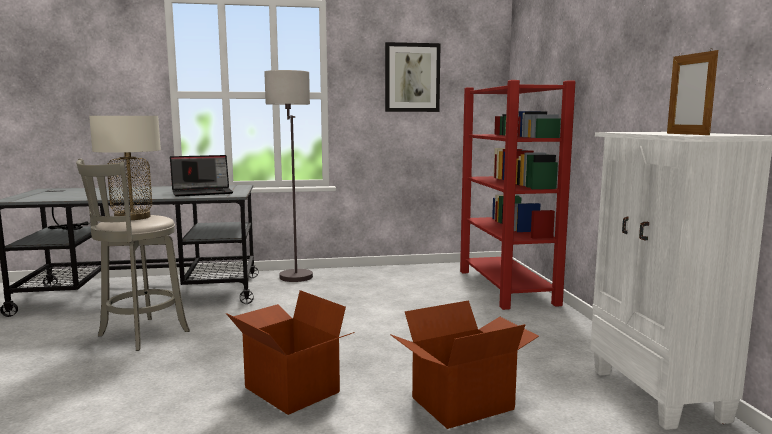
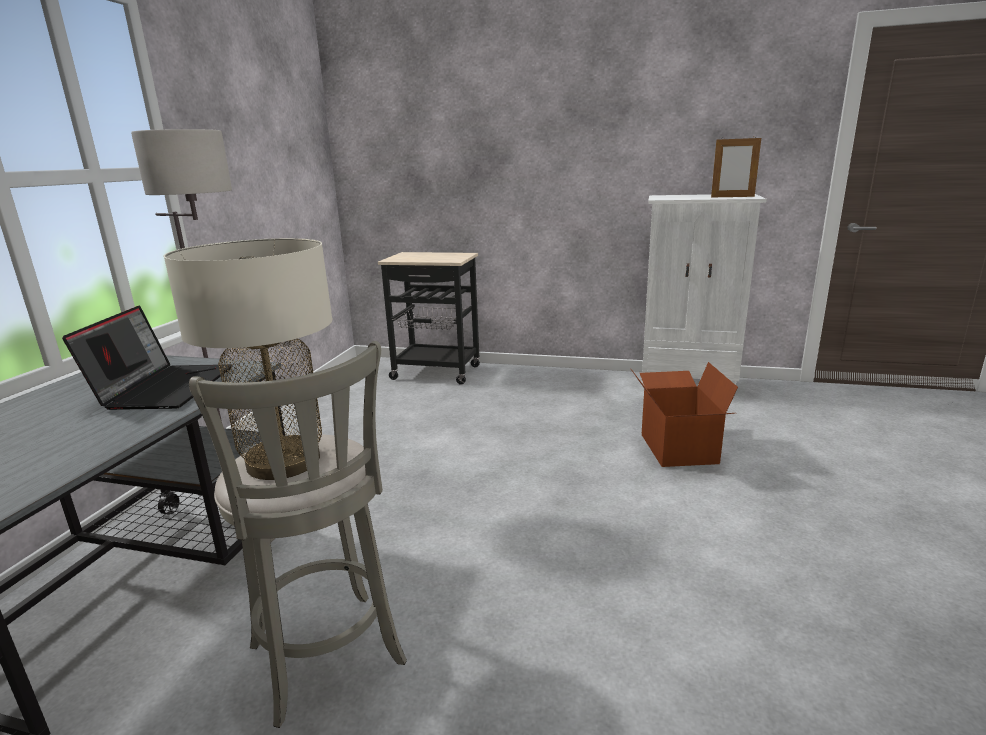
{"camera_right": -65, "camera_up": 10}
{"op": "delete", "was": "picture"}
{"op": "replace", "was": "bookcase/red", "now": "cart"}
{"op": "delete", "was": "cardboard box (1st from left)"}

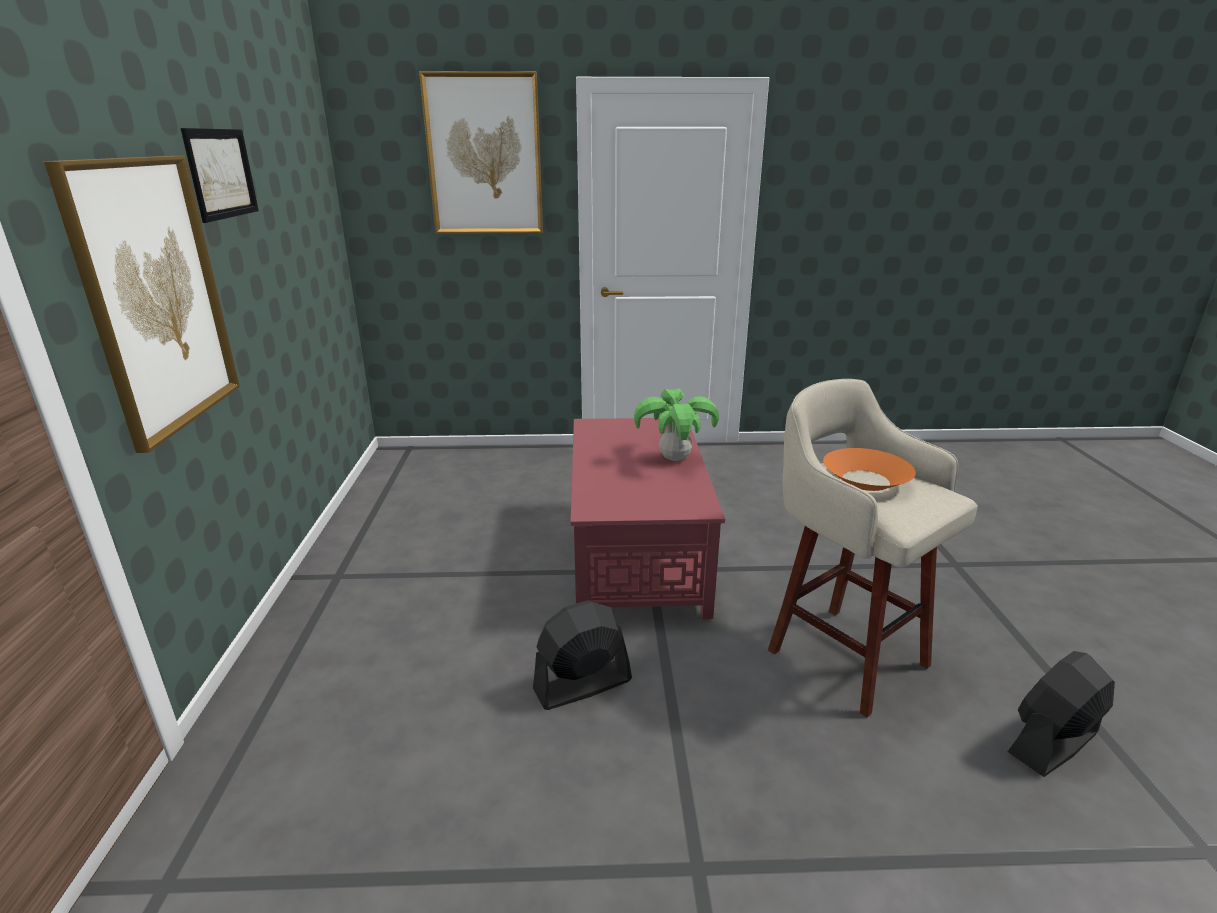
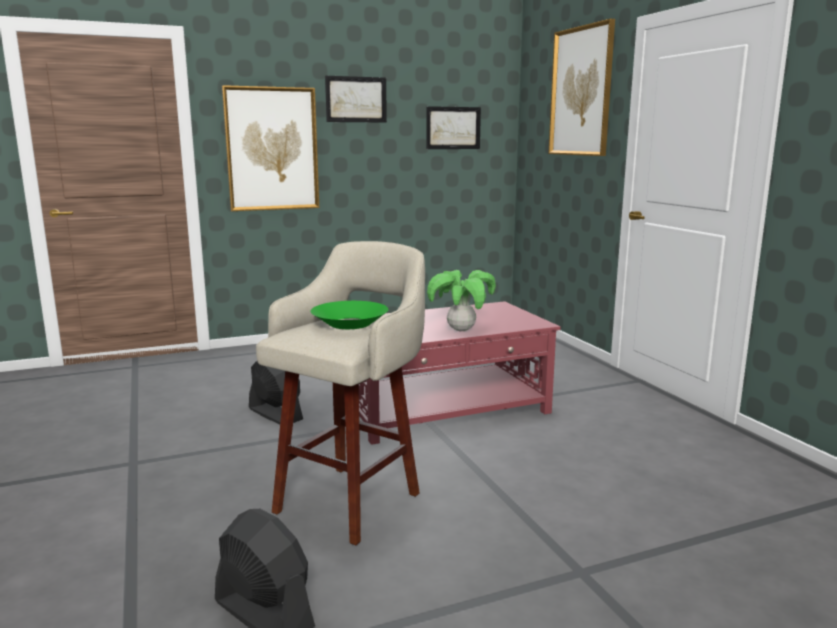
{"camera_right": 70, "camera_up": -10}
{"op": "recolor", "was": "bowl/orange", "now": "bowl/green"}
{"op": "insert", "now": "picture (3rd from left)"}

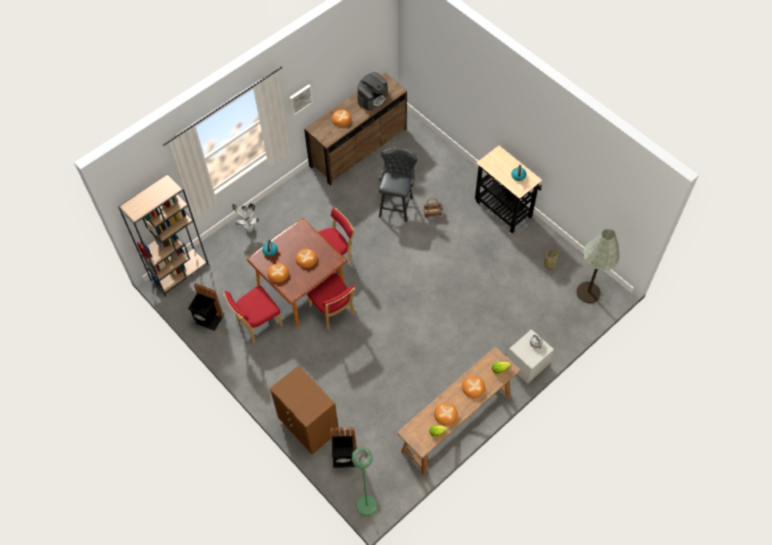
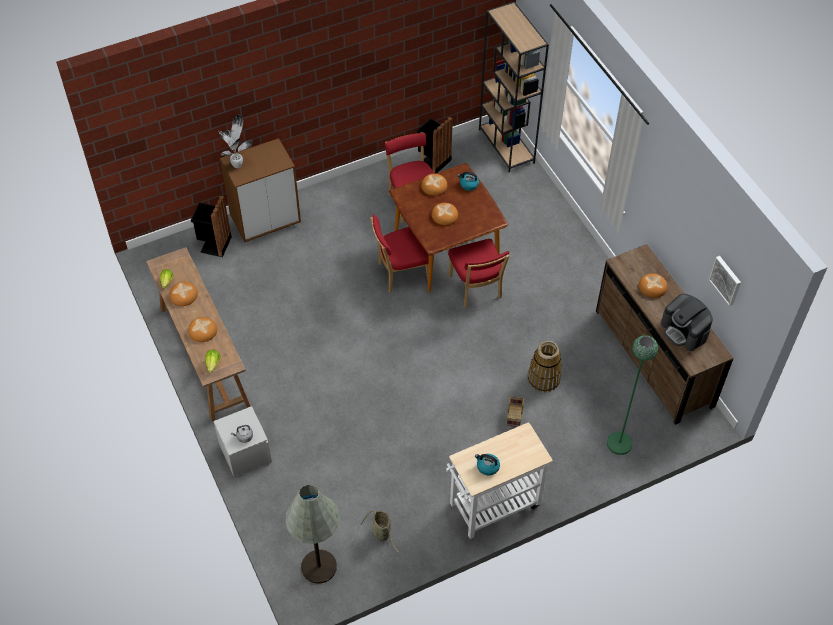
{"camera_right": 105, "camera_up": -5}
{"op": "move", "was": "picture"}
{"op": "recolor", "was": "cart/black", "now": "cart/white"}
{"op": "replace", "was": "stool/grey", "now": "basket (3rd from left)"}
{"op": "move", "was": "potted plant"}
{"op": "move", "was": "floor lamp/green"}

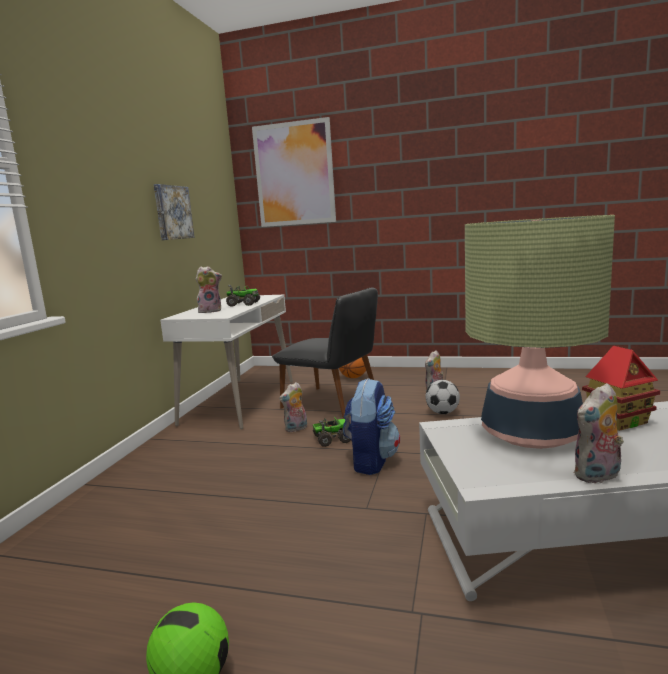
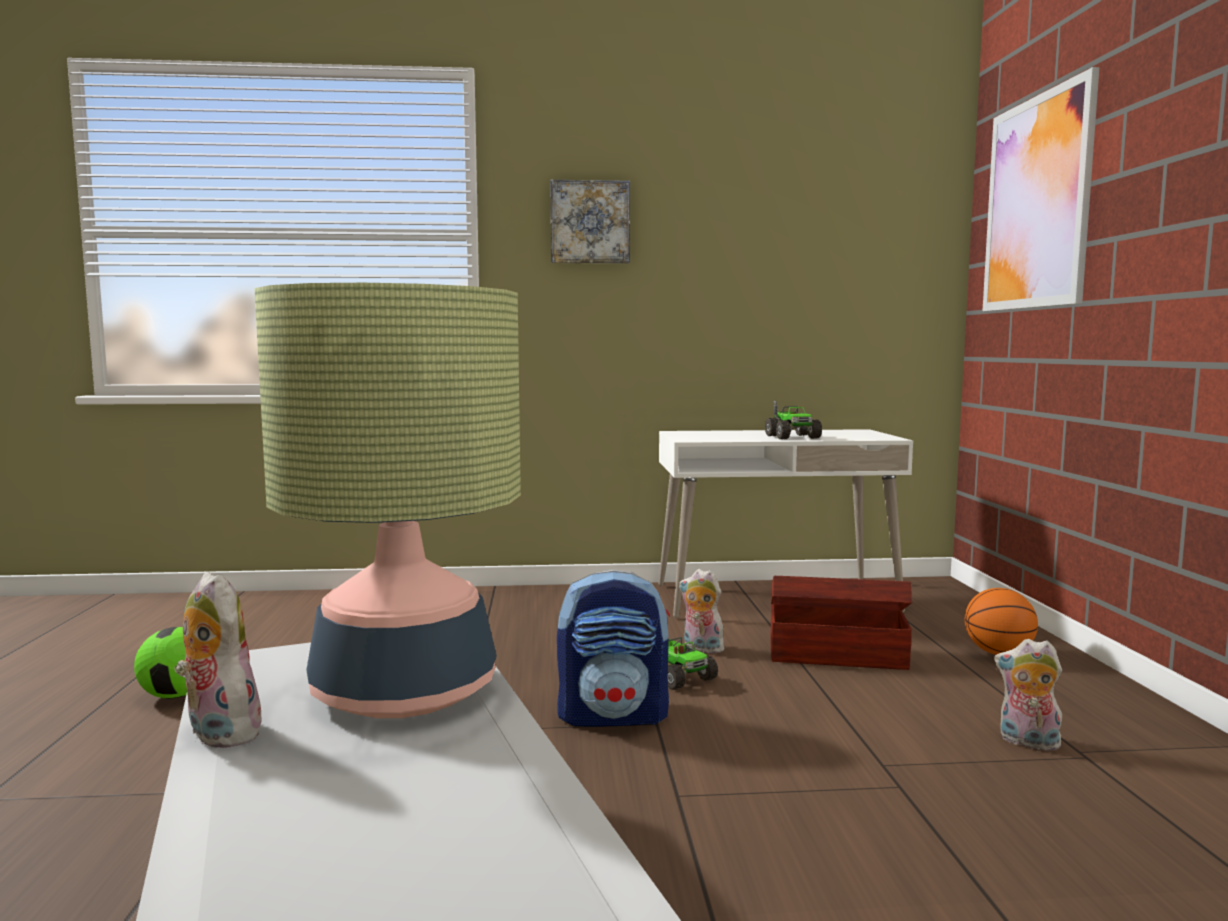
{"camera_right": 70, "camera_up": -5}
{"op": "move", "was": "picture (1st from left)"}
{"op": "delete", "was": "plush toy (1st from left)"}
{"op": "replace", "was": "chair/black", "now": "storage box/brown"}
{"op": "delete", "was": "toy house"}
{"op": "delete", "was": "football (2nd from left)"}

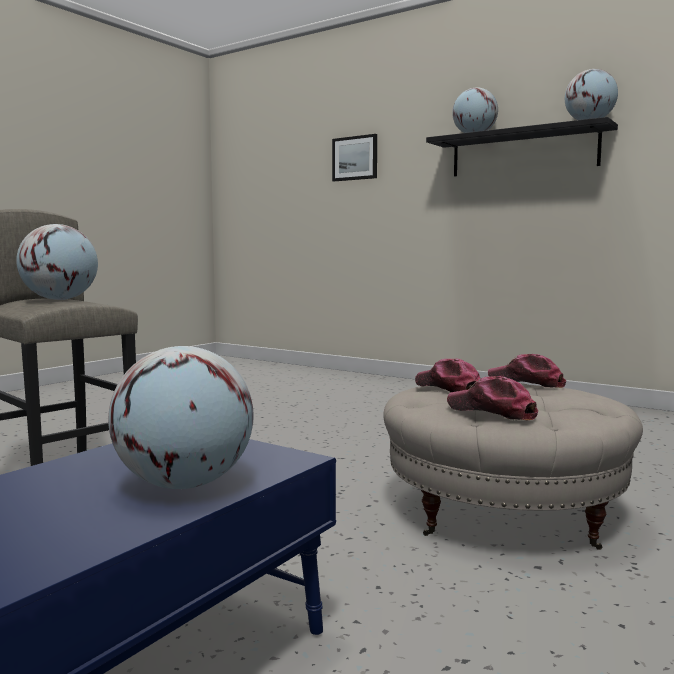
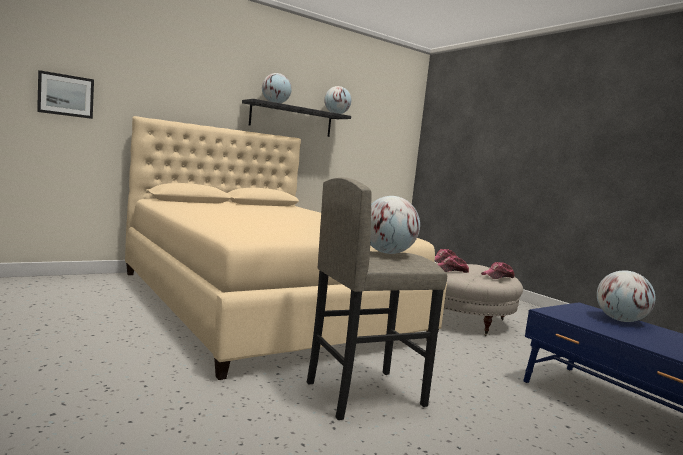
{"camera_right": -70, "camera_up": 0}
{"op": "move", "was": "picture"}
{"op": "insert", "now": "bed/beige"}

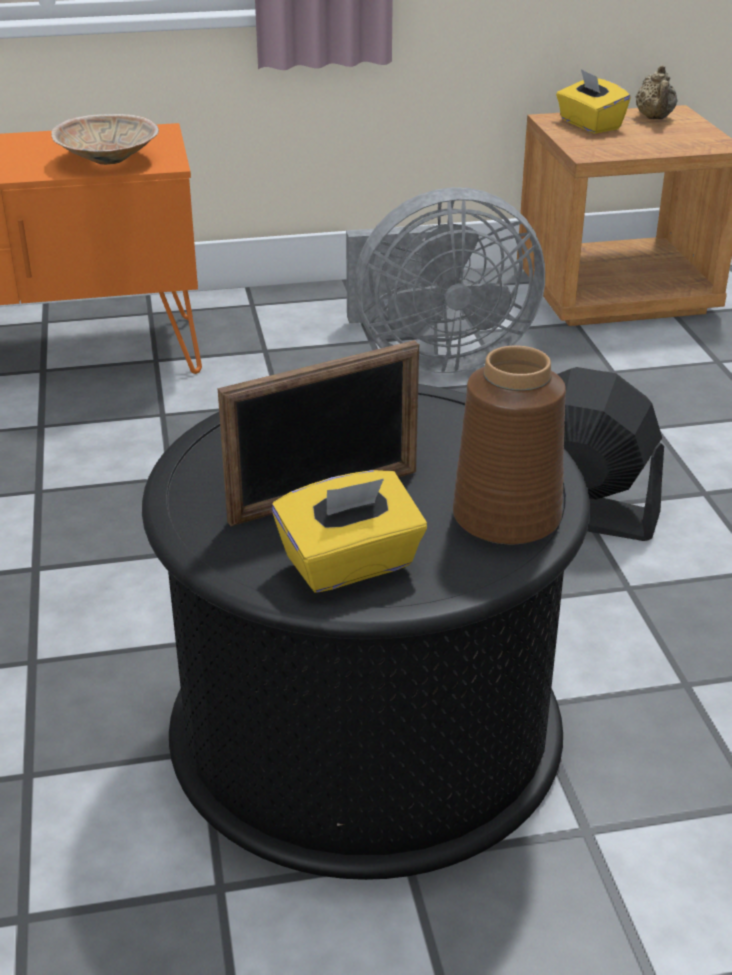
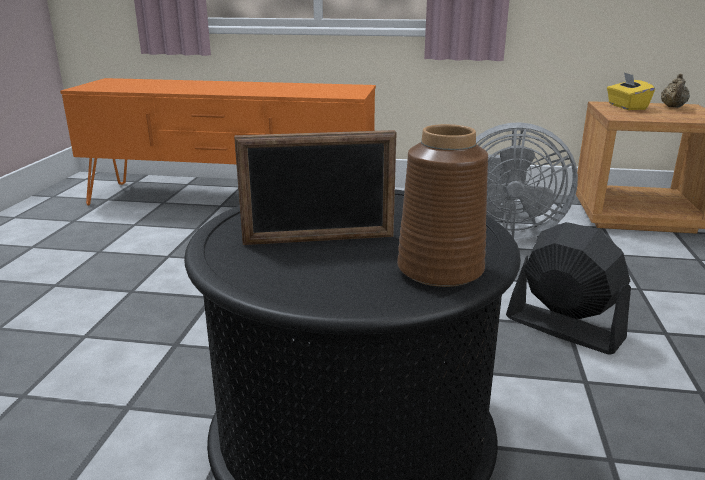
{"camera_right": 20, "camera_up": -10}
{"op": "delete", "was": "bowl/beige"}
{"op": "delete", "was": "tissue box/yellow (1st from left)"}

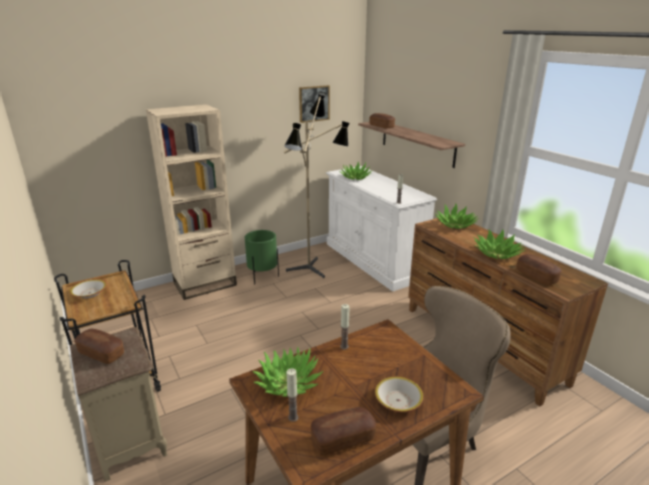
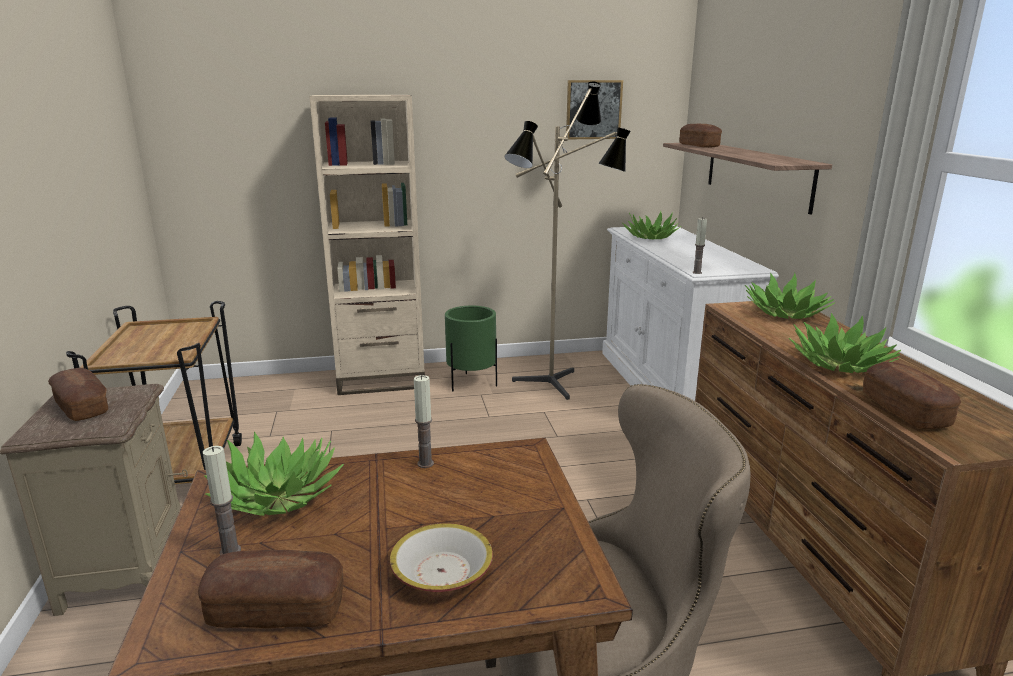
{"camera_right": 20, "camera_up": -5}
{"op": "delete", "was": "bowl (1st from left)"}

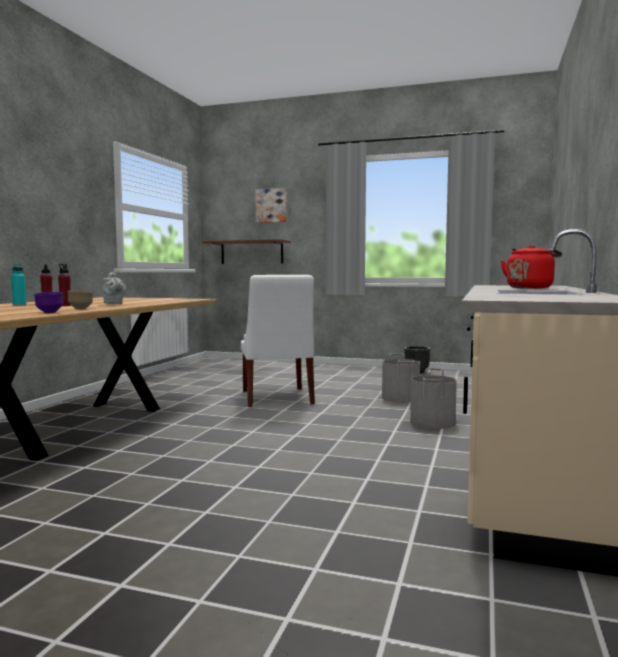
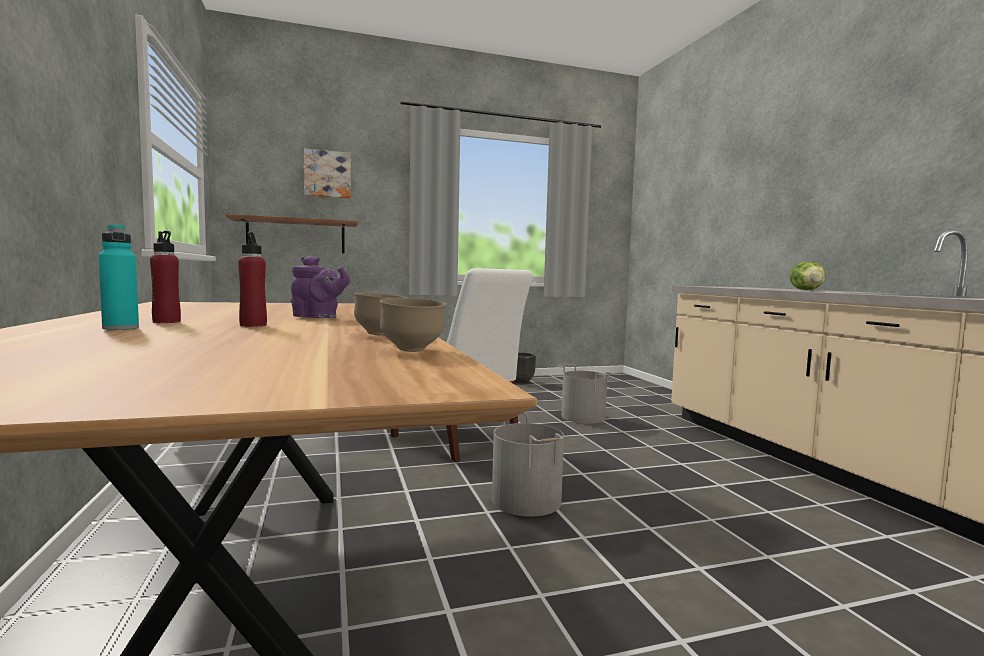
{"camera_right": -35, "camera_up": 0}
{"op": "replace", "was": "kettle/red", "now": "lettuce"}
{"op": "recolor", "was": "teapot/grey", "now": "teapot/purple"}
{"op": "recolor", "was": "bowl/purple", "now": "bowl/brown (2nd from left)"}
{"op": "move", "was": "bucket/grey (2nd from left in the first image)", "now": "bucket/grey (1st from left)"}

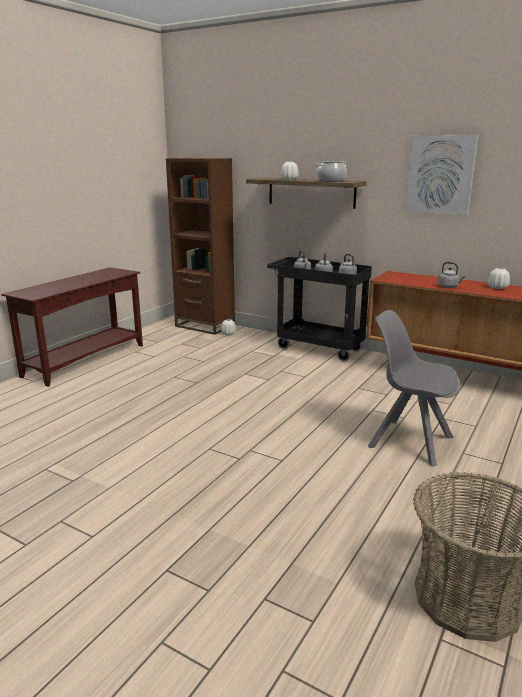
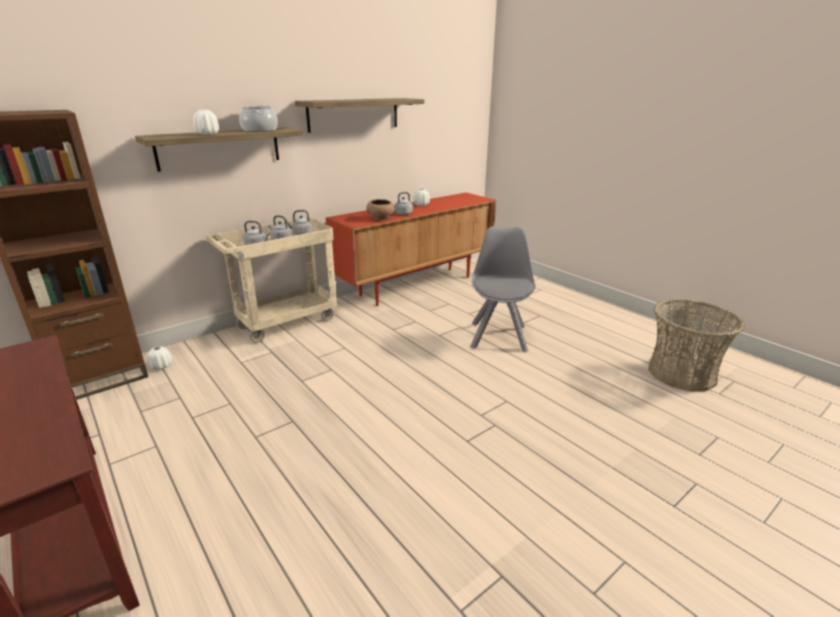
{"camera_right": -70, "camera_up": 5}
{"op": "replace", "was": "picture", "now": "shelf (2nd from left)"}
{"op": "recolor", "was": "cart/black", "now": "cart/beige"}
{"op": "rotate", "was": "chair/grey", "clockwise": 135}
{"op": "insert", "now": "bowl/brown"}

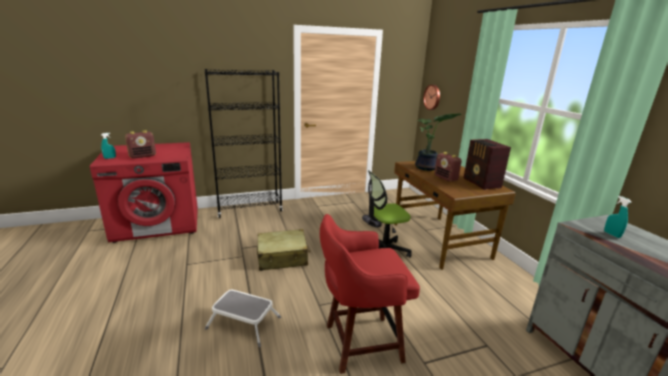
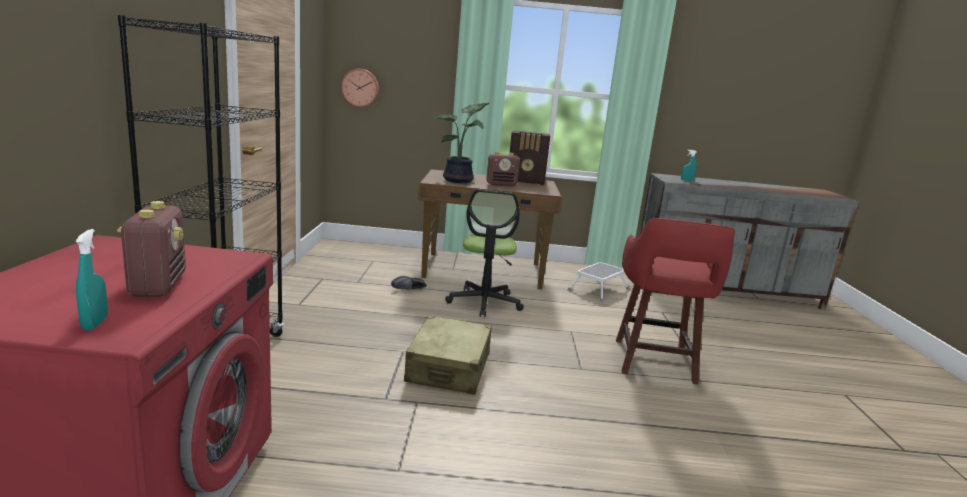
{"camera_right": -70, "camera_up": -5}
{"op": "move", "was": "step ladder/grey"}

